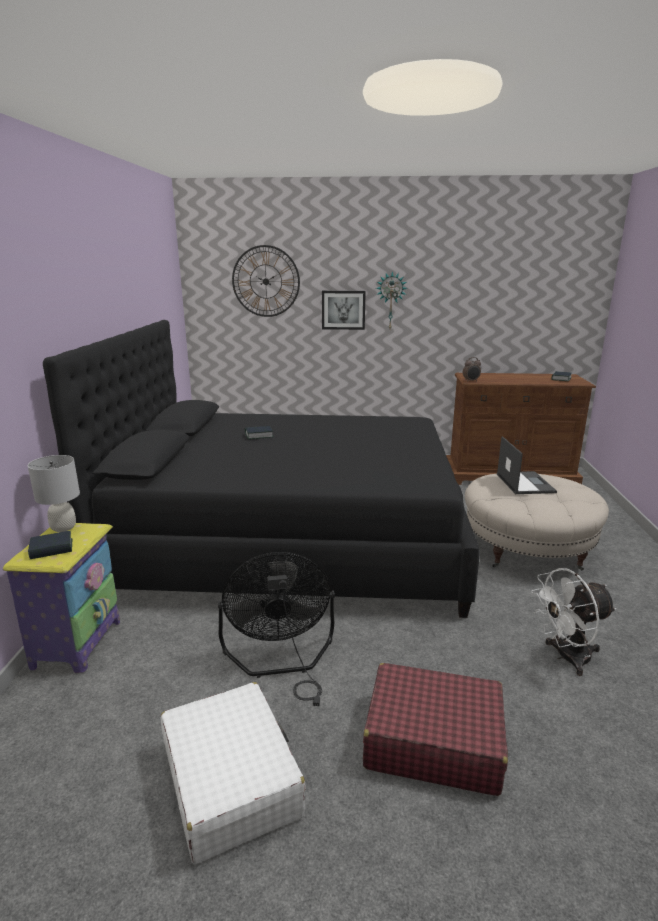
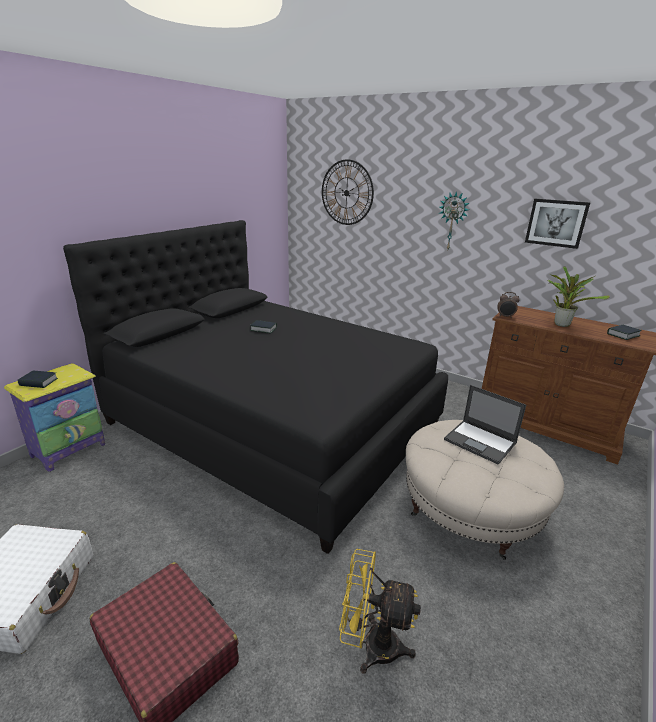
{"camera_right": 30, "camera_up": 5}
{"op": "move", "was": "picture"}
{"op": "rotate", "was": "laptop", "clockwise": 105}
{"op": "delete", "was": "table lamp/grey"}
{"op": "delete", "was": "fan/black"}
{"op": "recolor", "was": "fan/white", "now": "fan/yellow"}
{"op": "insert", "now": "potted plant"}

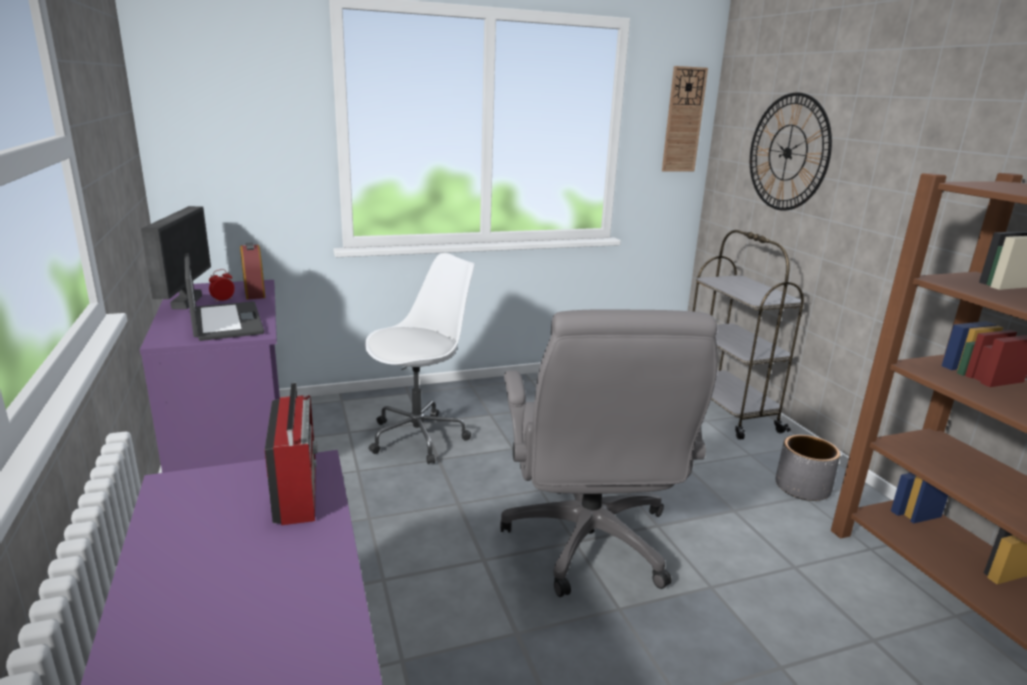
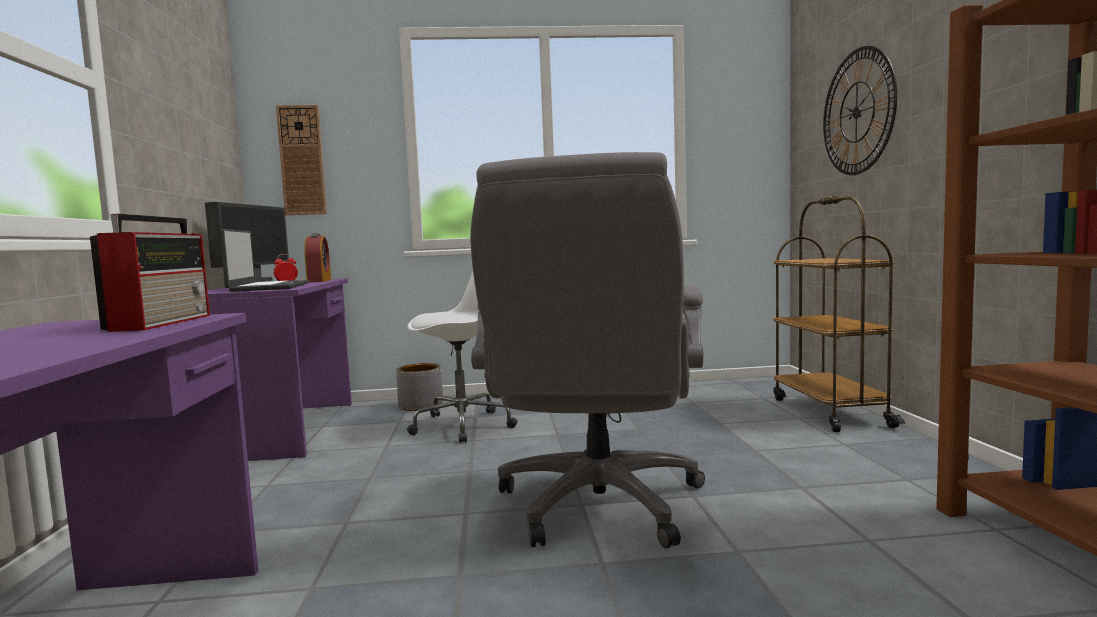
{"camera_right": 15, "camera_up": -15}
{"op": "move", "was": "wall clock (1st from left)"}
{"op": "recolor", "was": "cart/grey", "now": "cart/brown"}
{"op": "move", "was": "planter/grey"}

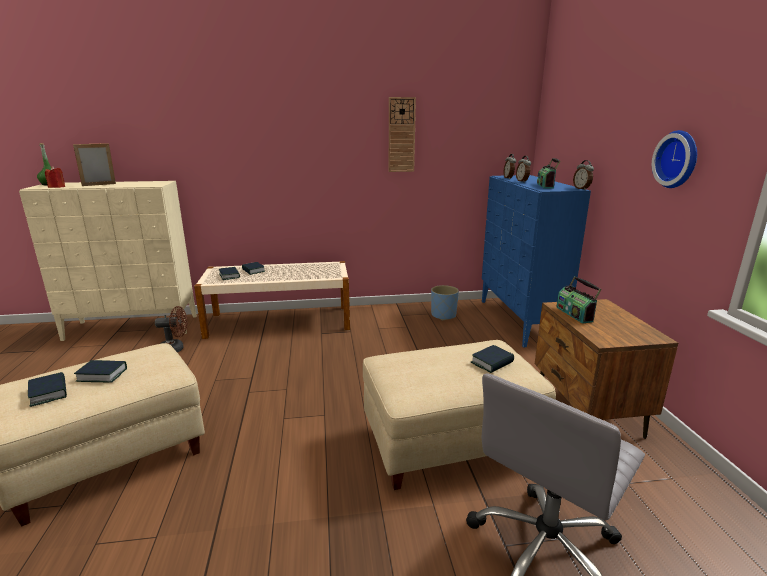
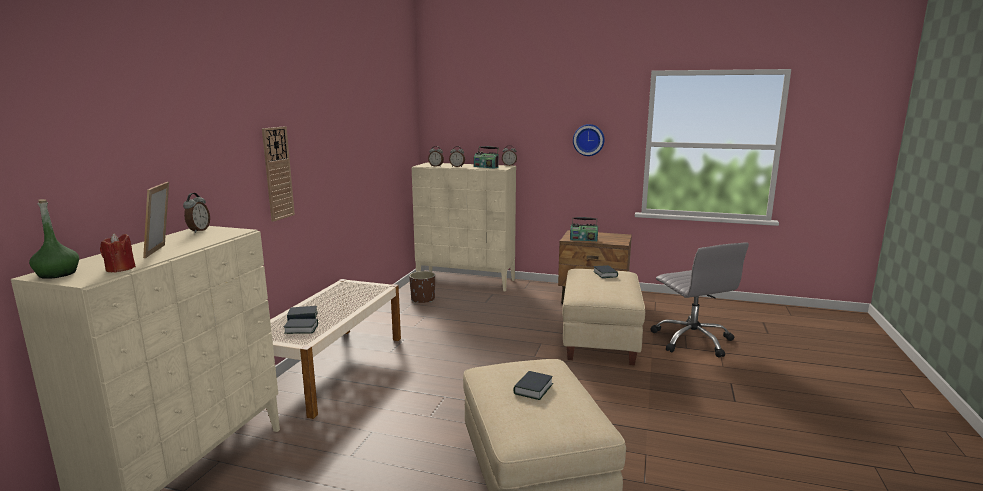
{"camera_right": -65, "camera_up": -5}
{"op": "move", "was": "wall clock (1st from left)"}
{"op": "recolor", "was": "dresser/blue", "now": "dresser/beige (2nd from left)"}
{"op": "recolor", "was": "planter/blue", "now": "planter/brown"}
{"op": "delete", "was": "fan/brown"}
{"op": "delete", "was": "book (1st from left)"}
{"op": "insert", "now": "alarm clock (1st from left)"}

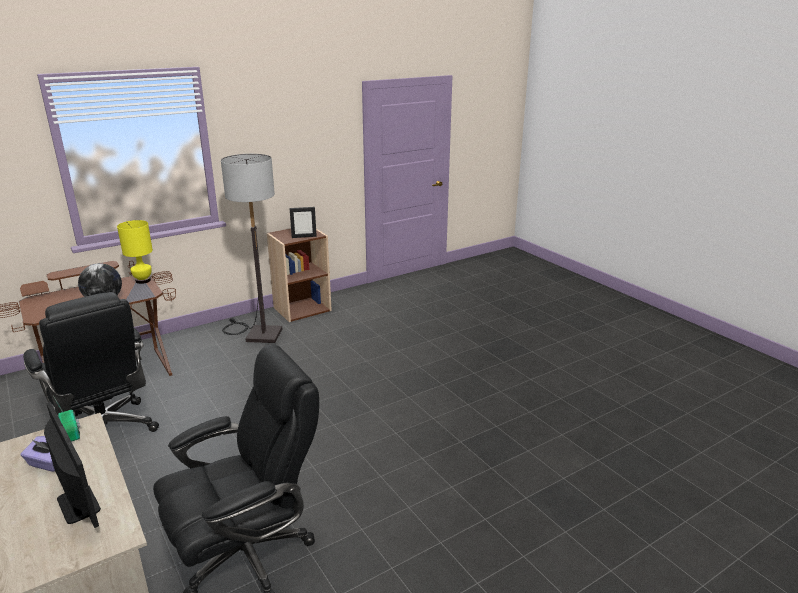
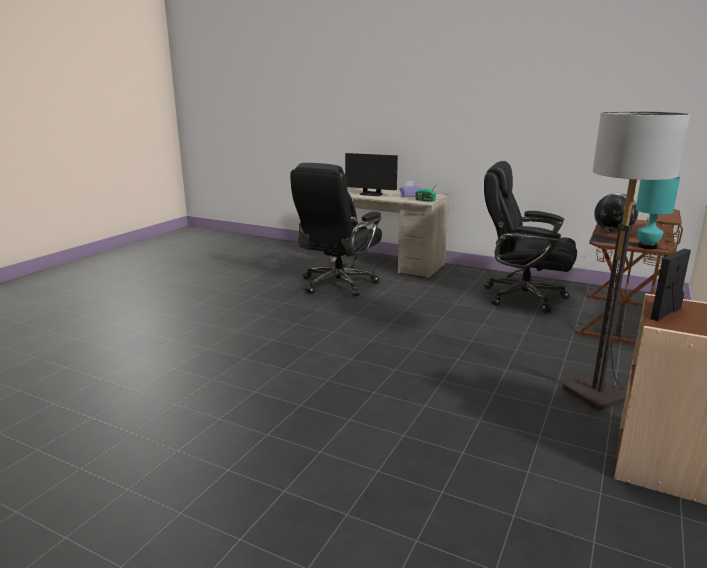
{"camera_right": 150, "camera_up": -5}
{"op": "recolor", "was": "table lamp/yellow", "now": "table lamp/turquoise"}

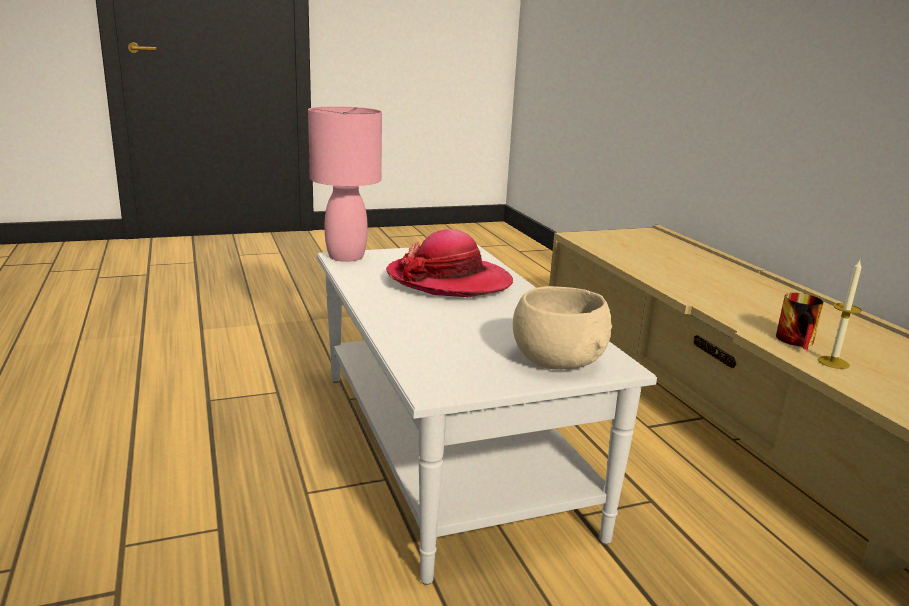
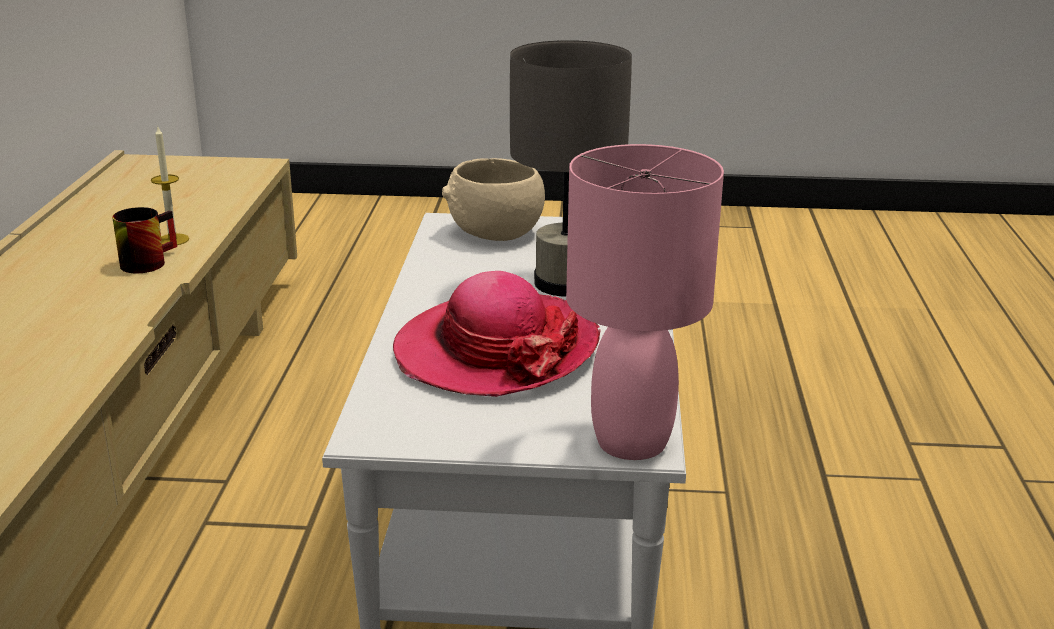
{"camera_right": -155, "camera_up": 5}
{"op": "insert", "now": "table lamp/grey"}

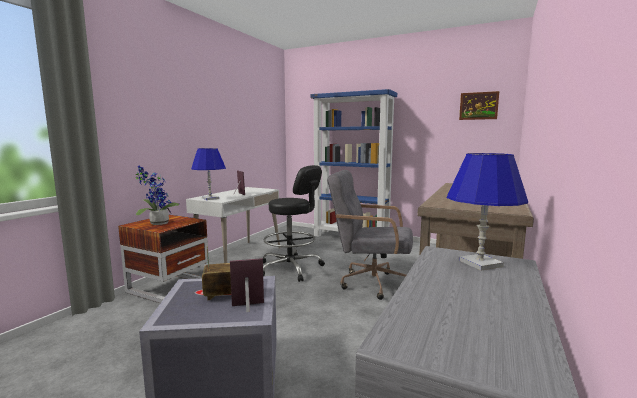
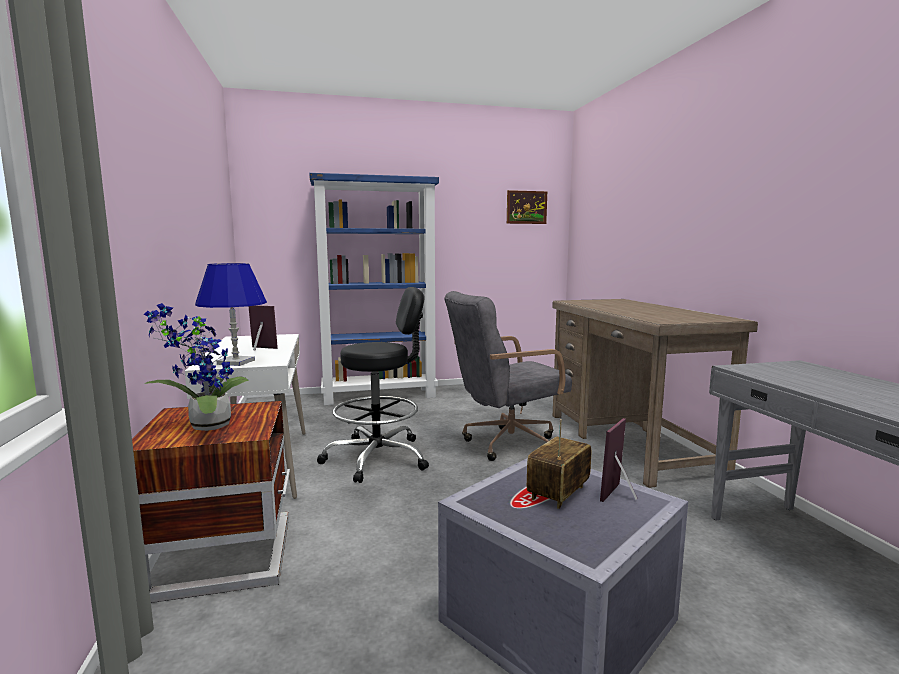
{"camera_right": -40, "camera_up": 0}
{"op": "delete", "was": "table lamp/blue (2nd from left)"}

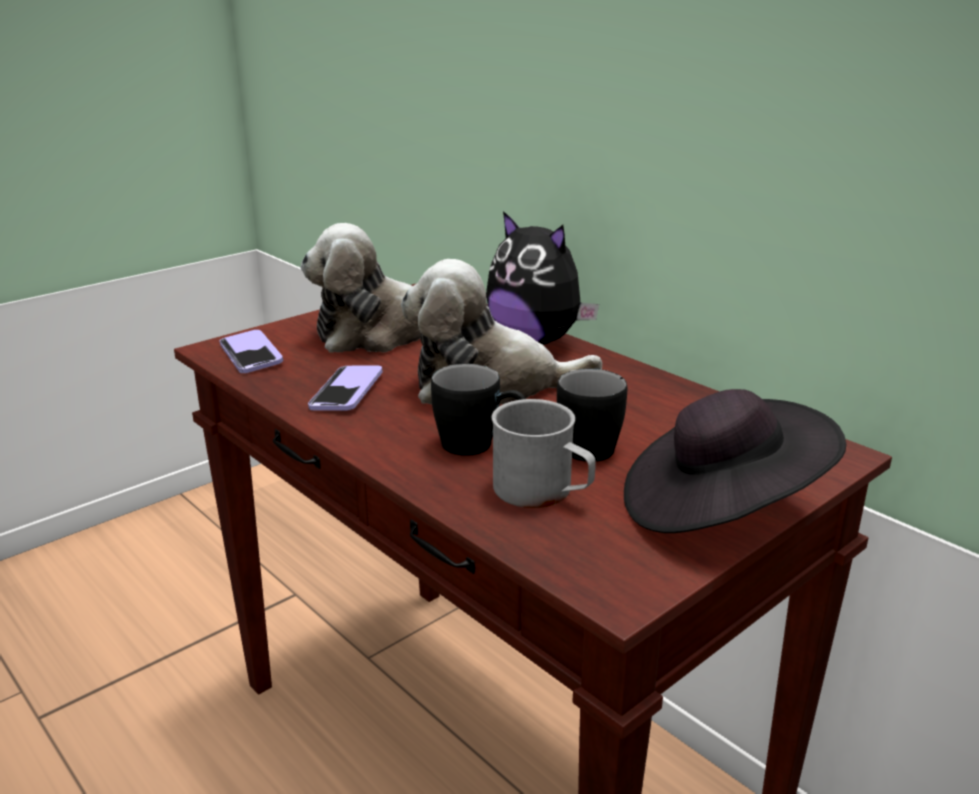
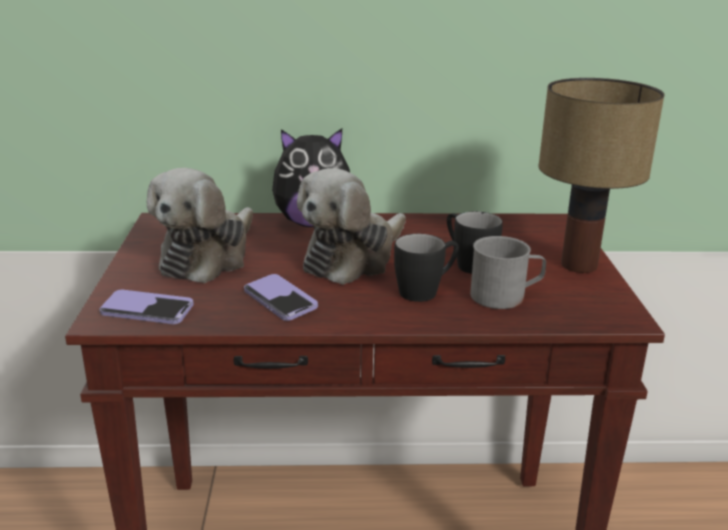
{"camera_right": -50, "camera_up": 0}
{"op": "replace", "was": "hat/black", "now": "table lamp"}

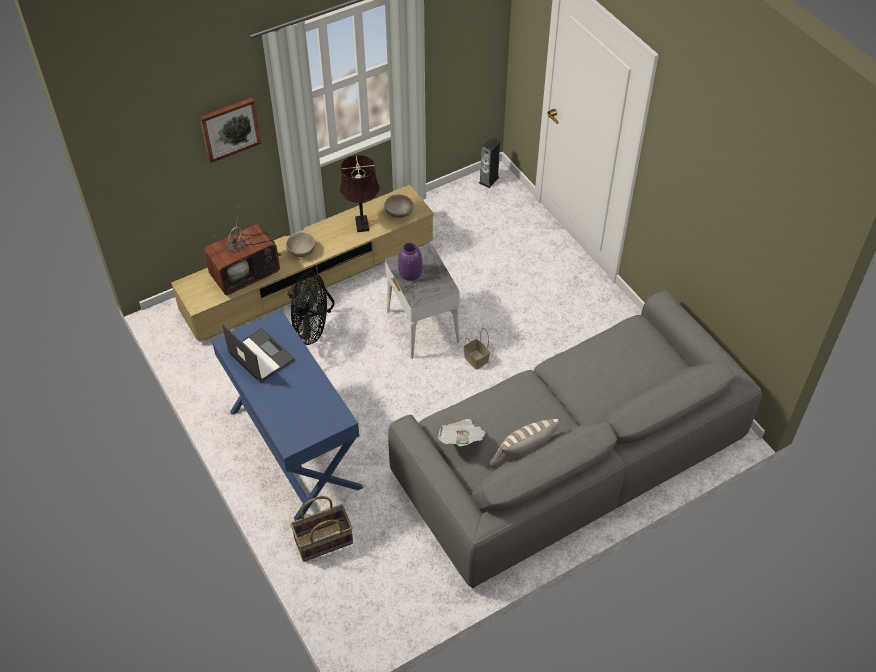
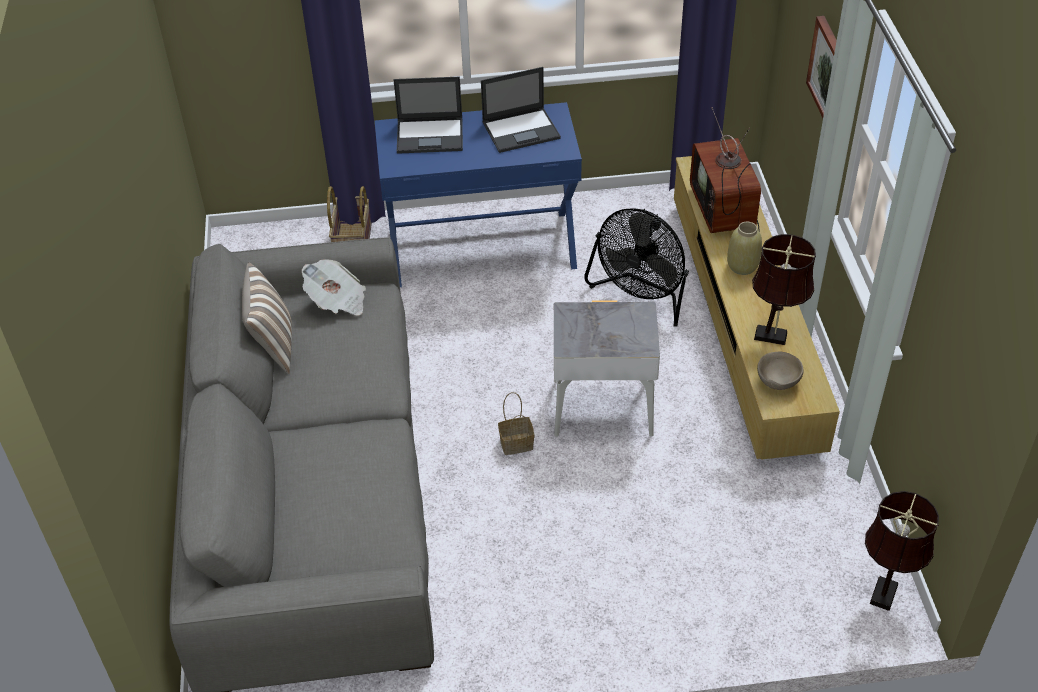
{"camera_right": 115, "camera_up": -5}
{"op": "replace", "was": "speaker", "now": "table lamp/brown (2nd from left)"}
{"op": "replace", "was": "bowl/beige (1st from left)", "now": "vase/beige"}
{"op": "delete", "was": "vase/purple"}
{"op": "insert", "now": "laptop (1st from left)"}

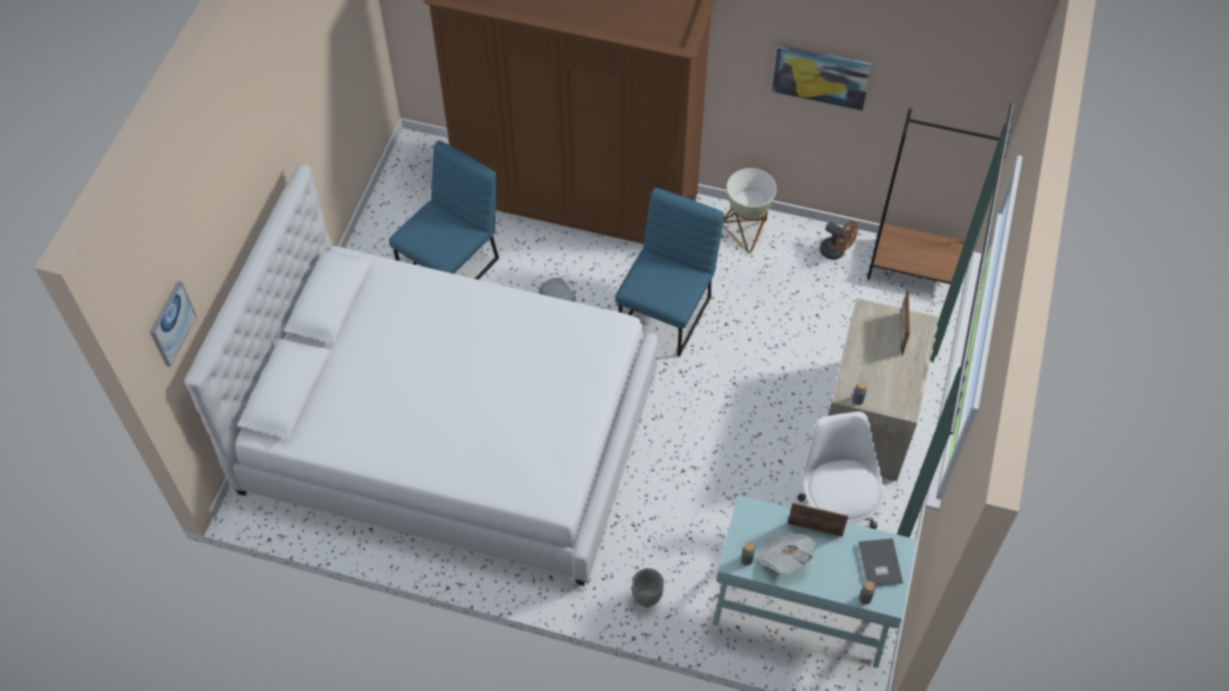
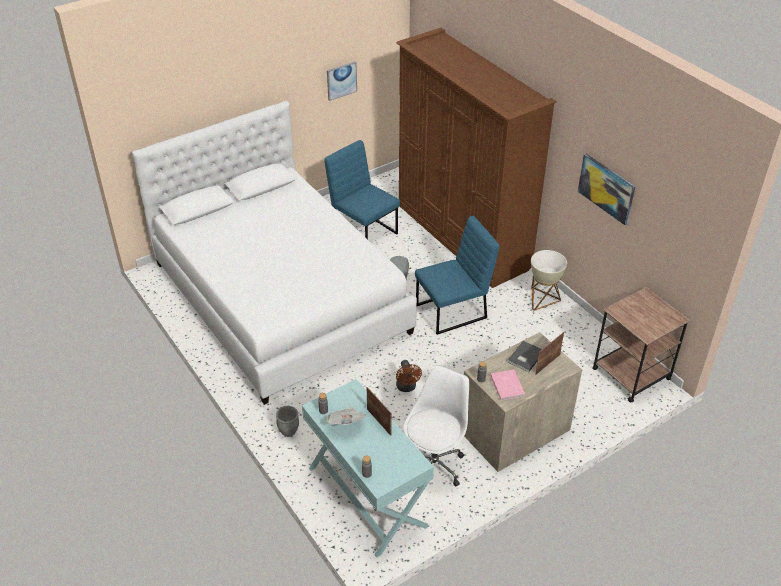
{"camera_right": 40, "camera_up": -15}
{"op": "replace", "was": "clothes rack", "now": "cart/brown"}
{"op": "rotate", "was": "chair/blue (1st from left)", "clockwise": -120}
{"op": "move", "was": "fan/brown"}
{"op": "move", "was": "picture (1st from left)"}
{"op": "move", "was": "book/grey"}
{"op": "insert", "now": "book/pink"}

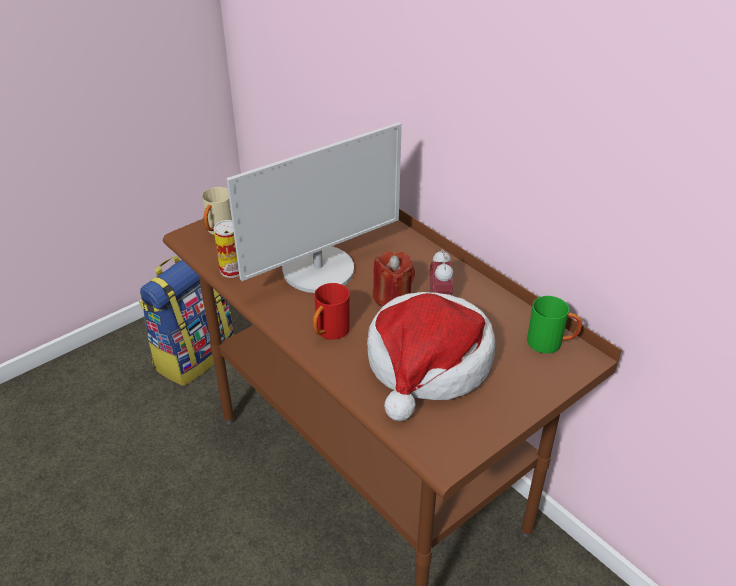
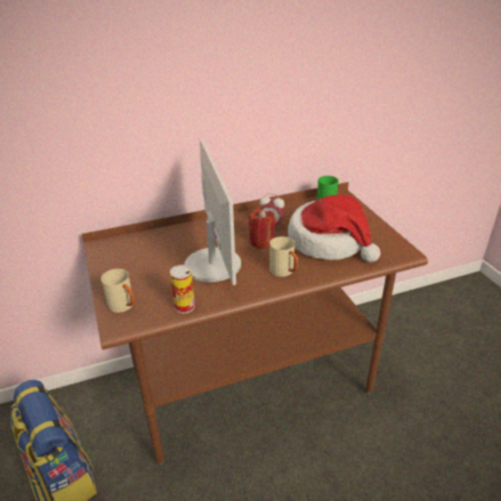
{"camera_right": -70, "camera_up": -5}
{"op": "recolor", "was": "mug/red", "now": "mug/beige (2nd from left)"}

